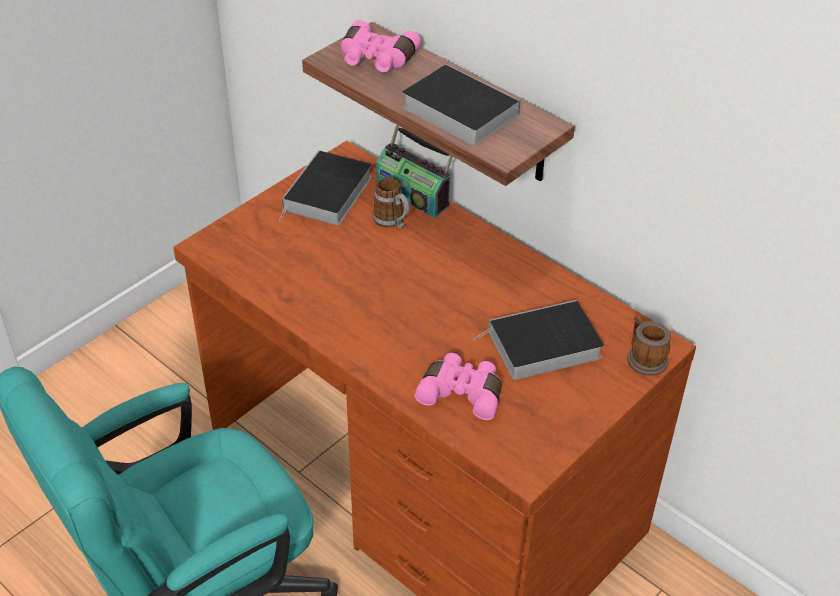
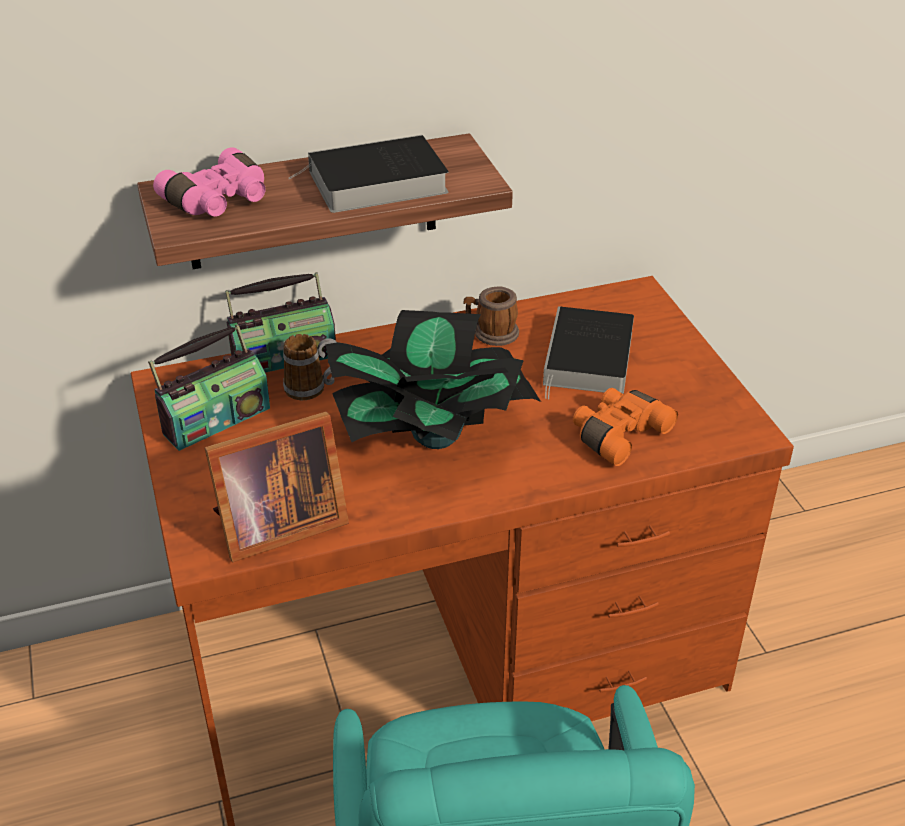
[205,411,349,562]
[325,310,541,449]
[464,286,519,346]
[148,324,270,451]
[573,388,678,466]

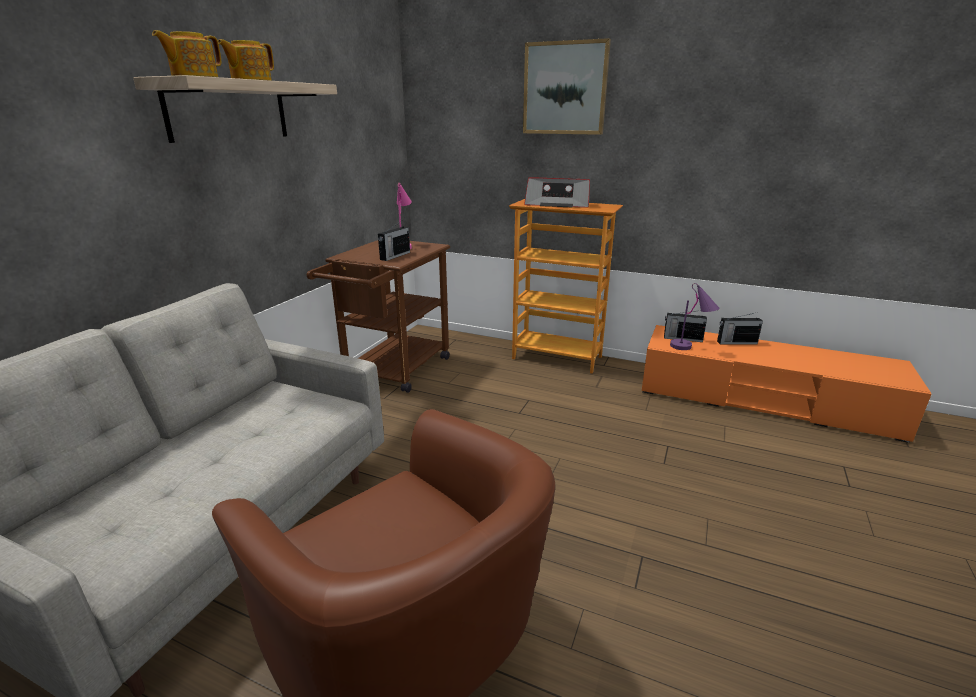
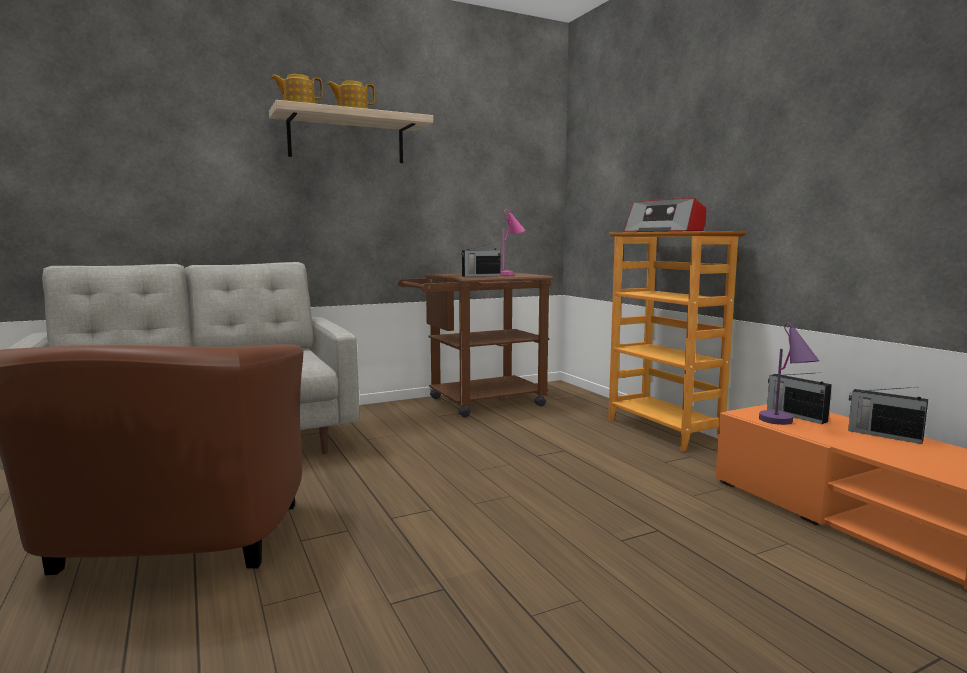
[523,38,611,135] (first image)

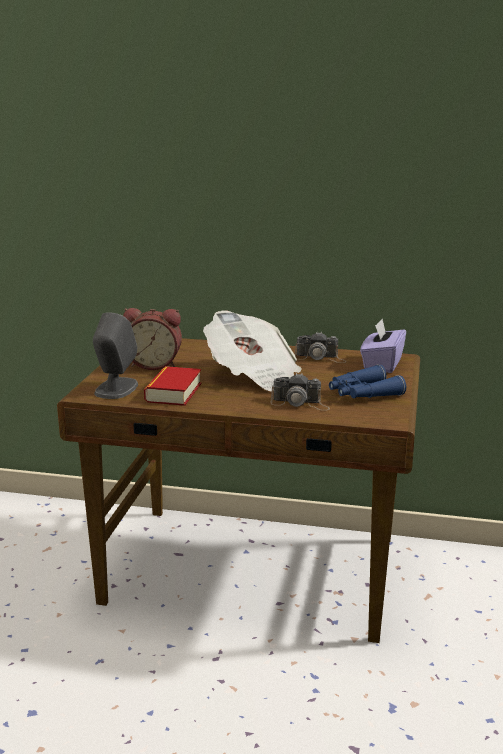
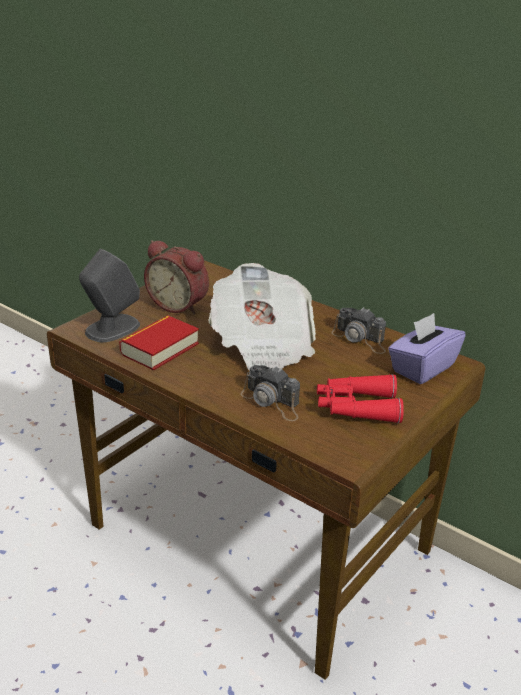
[317,374,404,423]

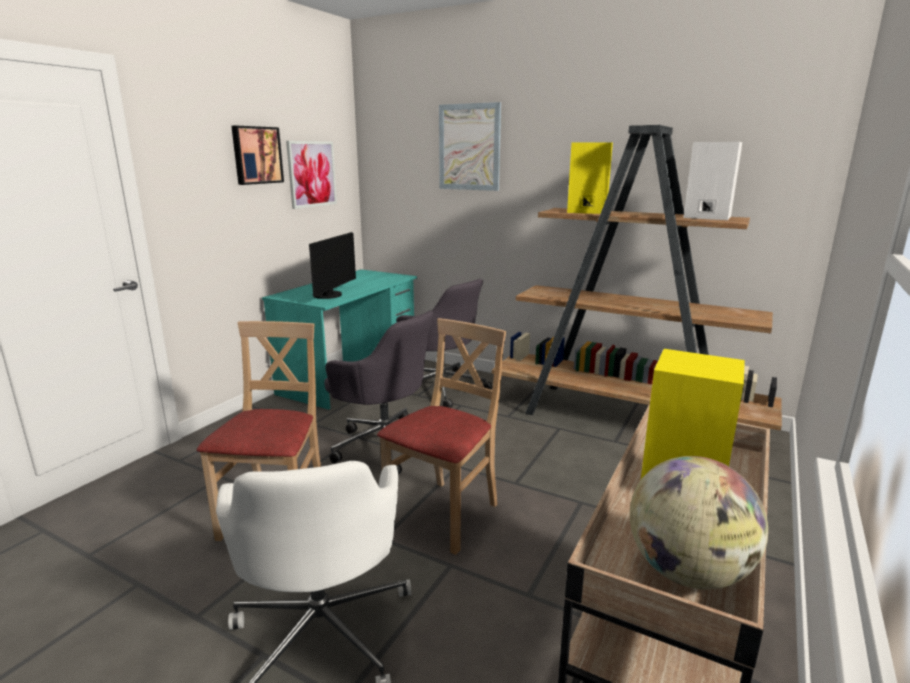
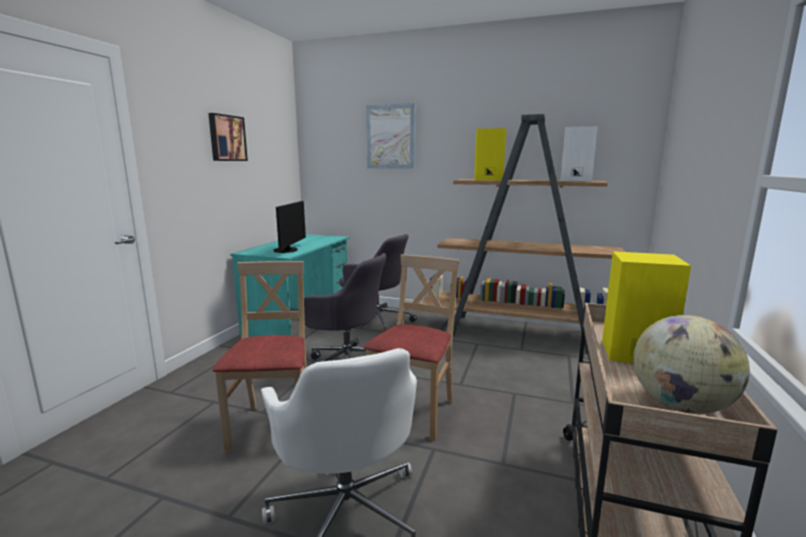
[286,141,337,209] (first image)

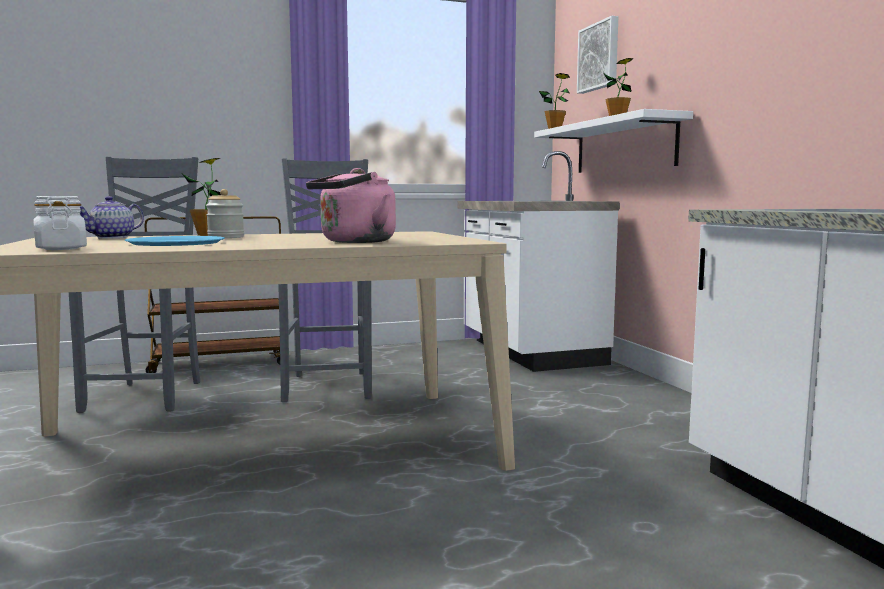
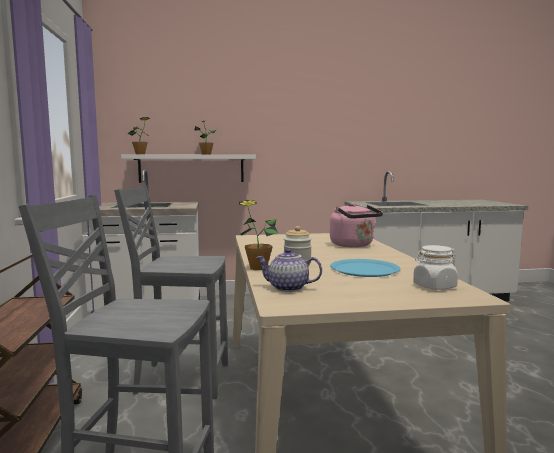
[577,16,618,94] (first image)
[256,248,322,292]

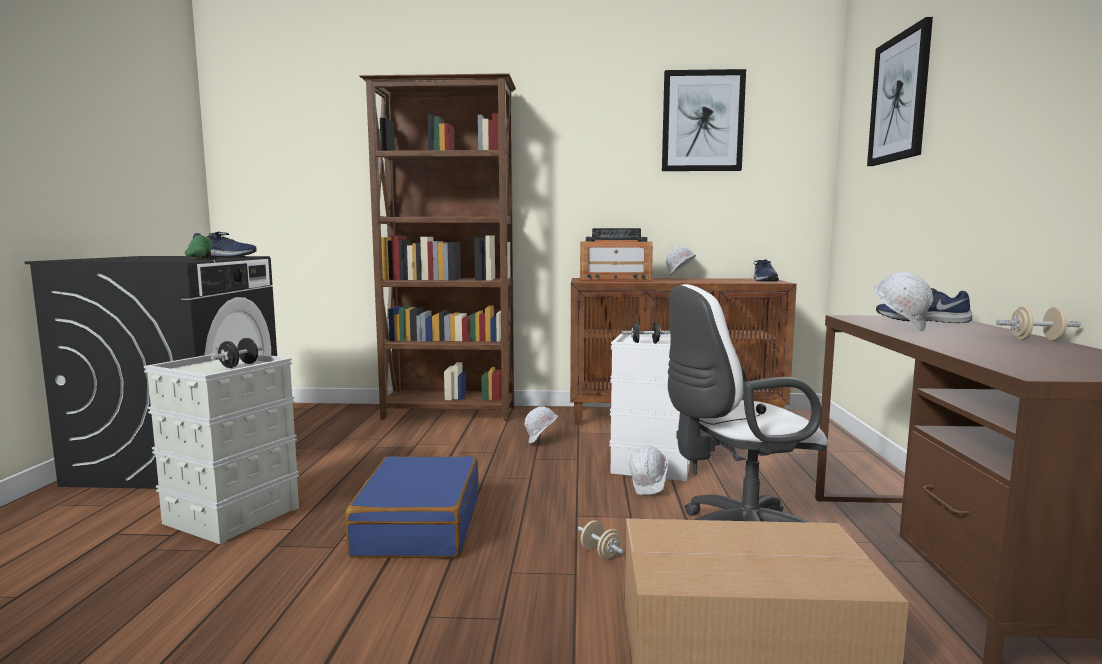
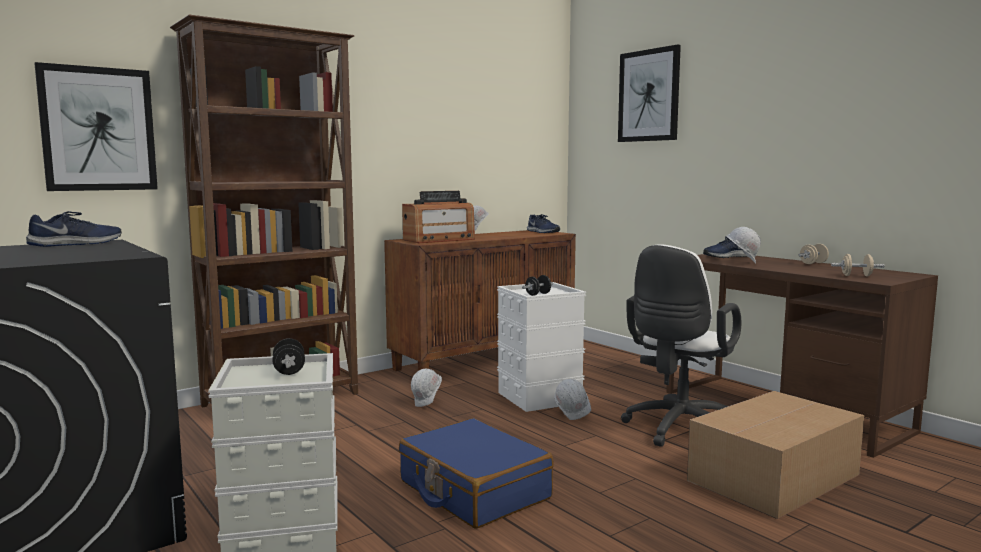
[185,235,212,259] (first image)
[831,254,885,277]
[34,62,158,191]

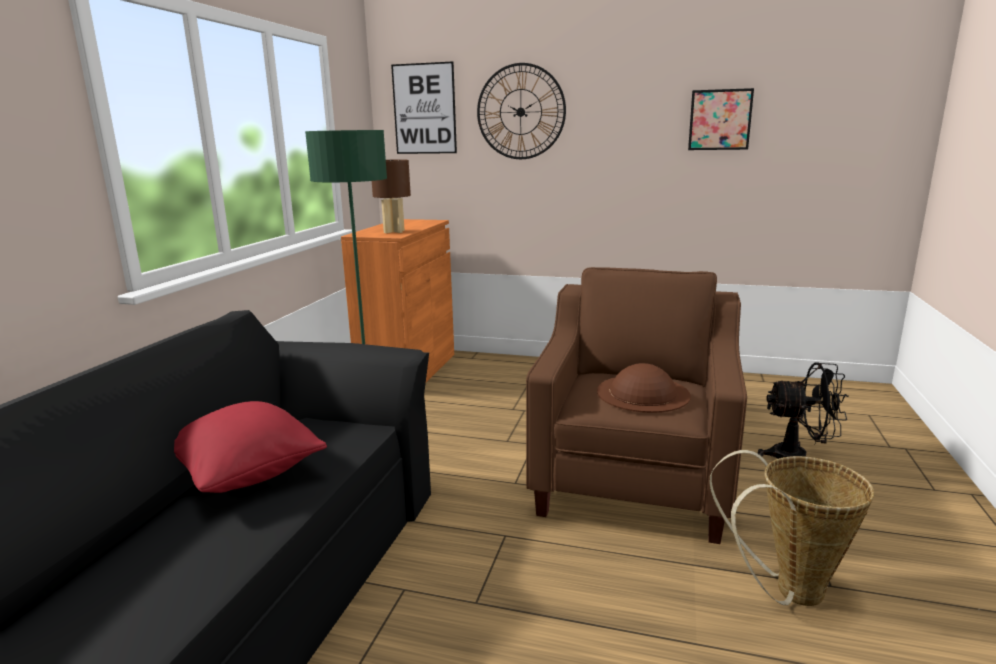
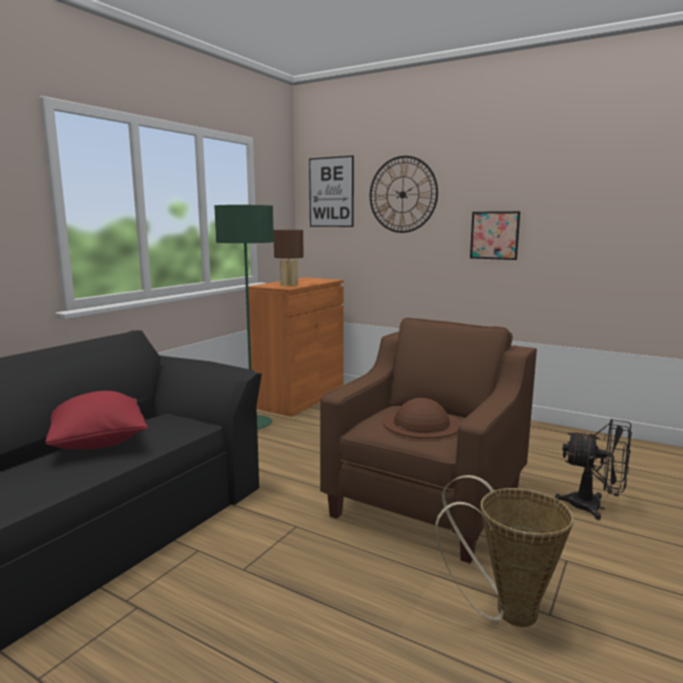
[470,211,520,260]

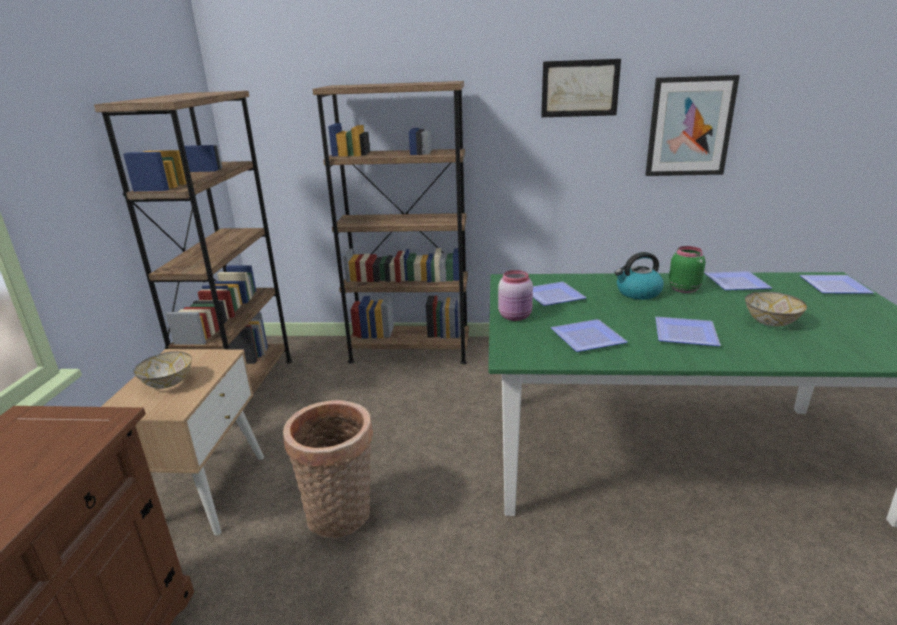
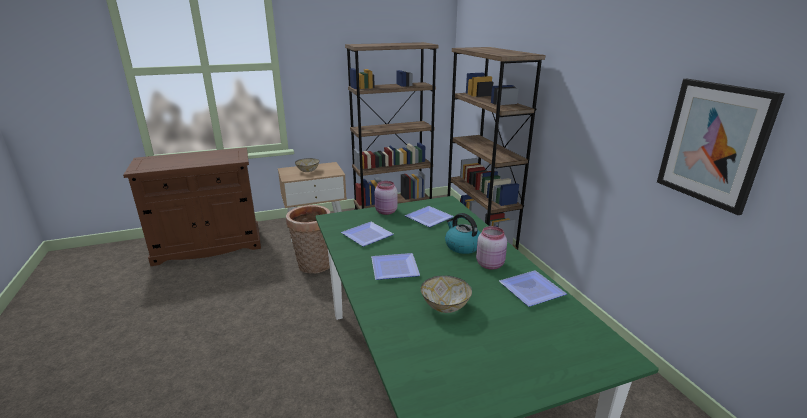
[541,59,621,117] (first image)
[800,275,875,294] (first image)
[476,226,507,270]

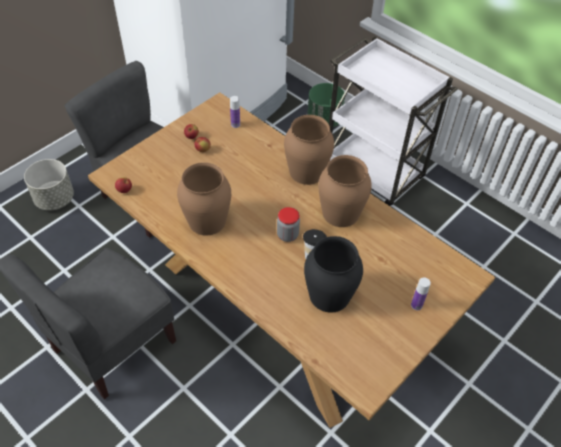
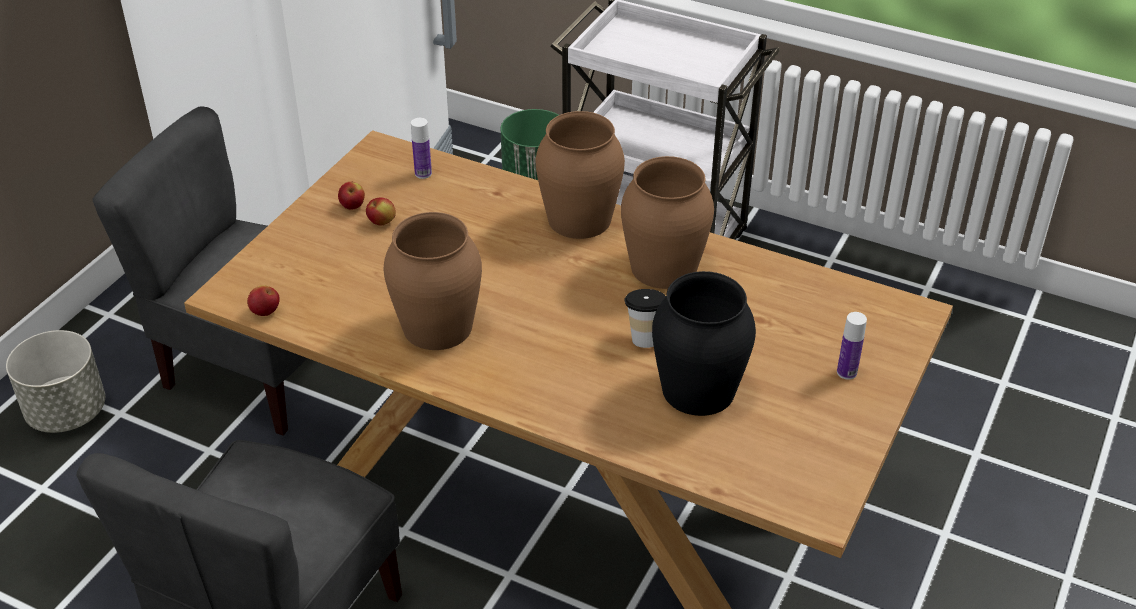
[277,207,300,242] (first image)

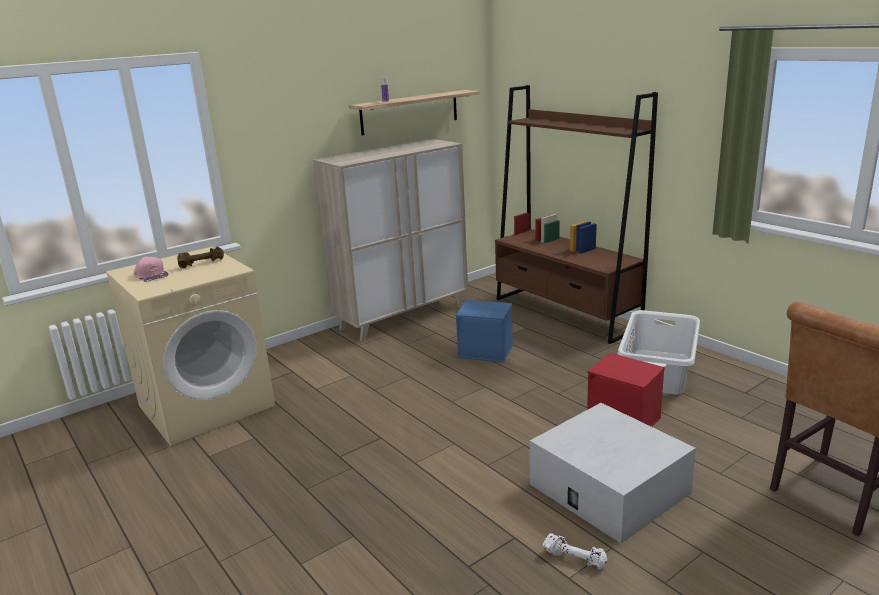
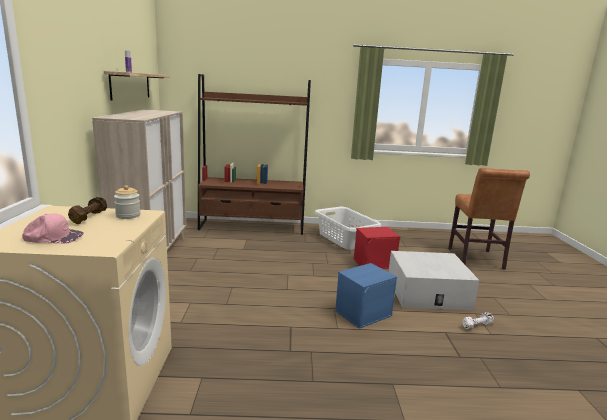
[114,185,141,219]
[335,263,397,329]

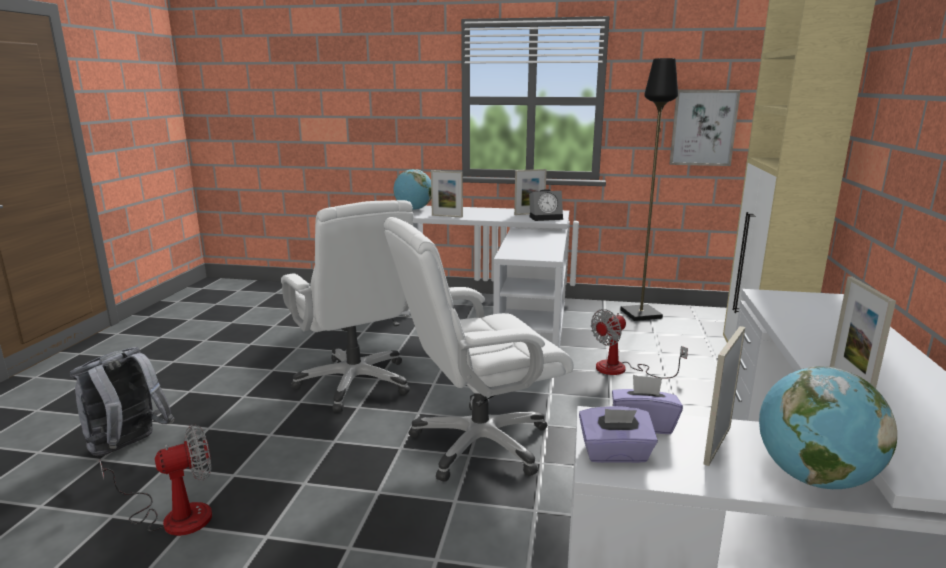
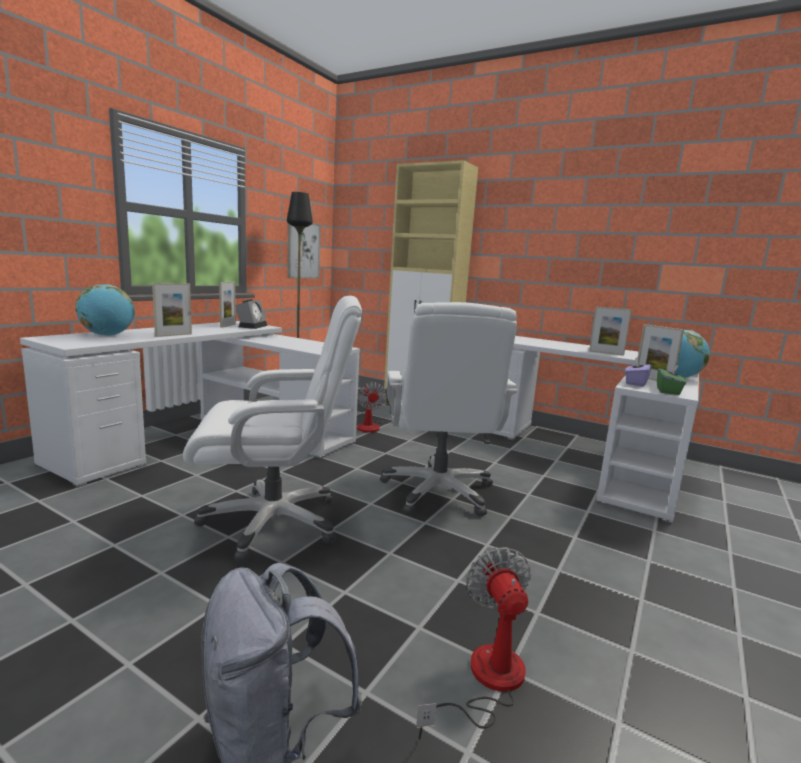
[657,365,686,395]

